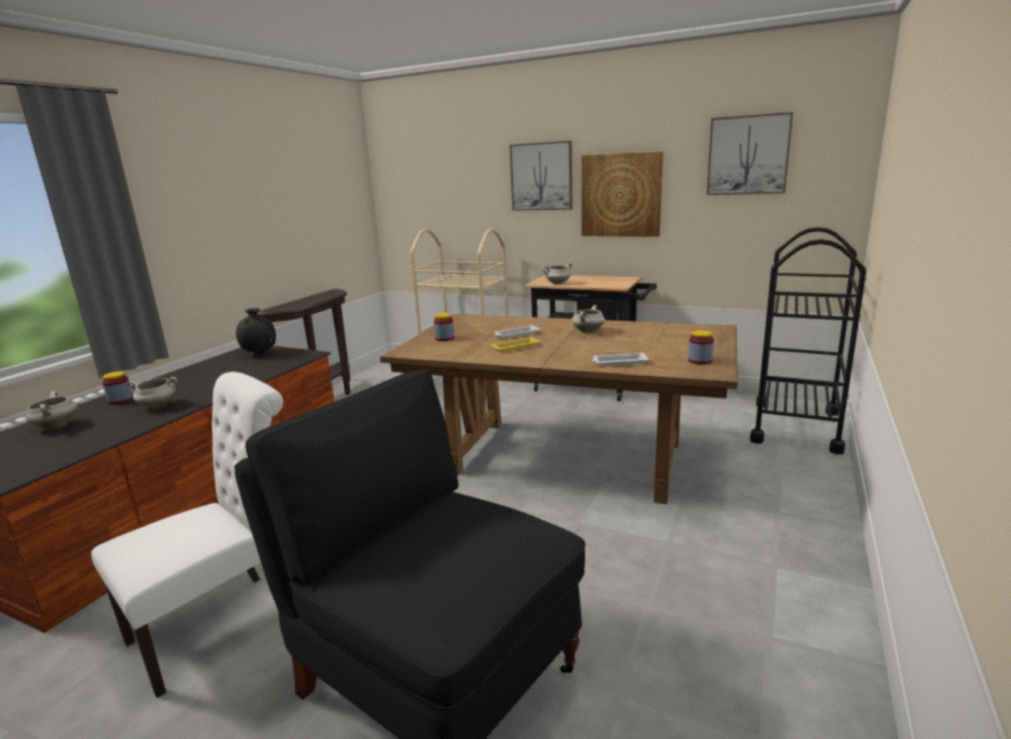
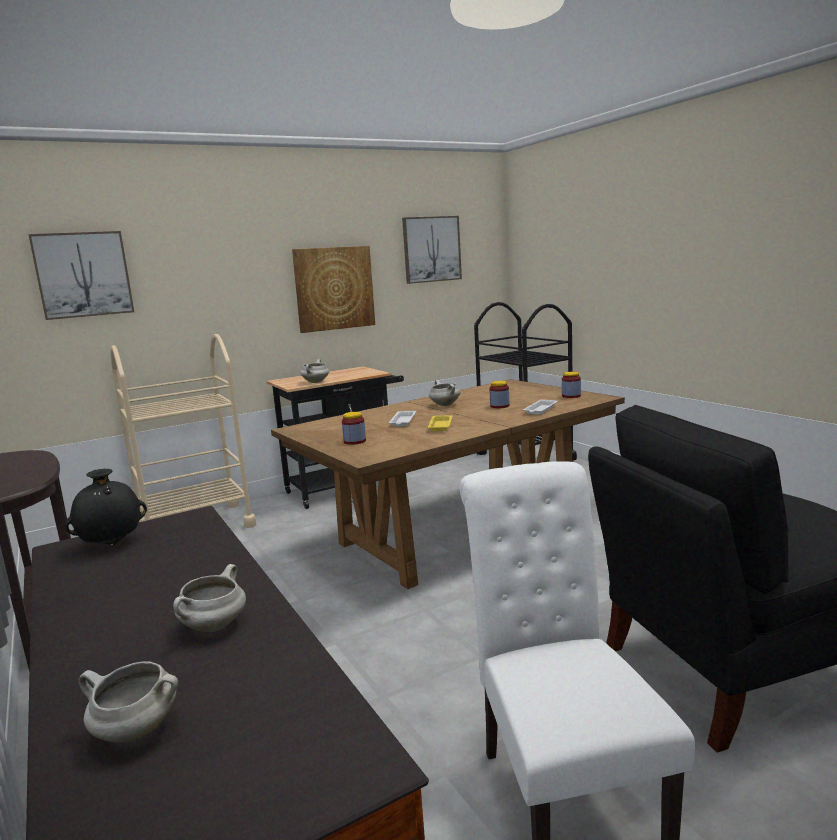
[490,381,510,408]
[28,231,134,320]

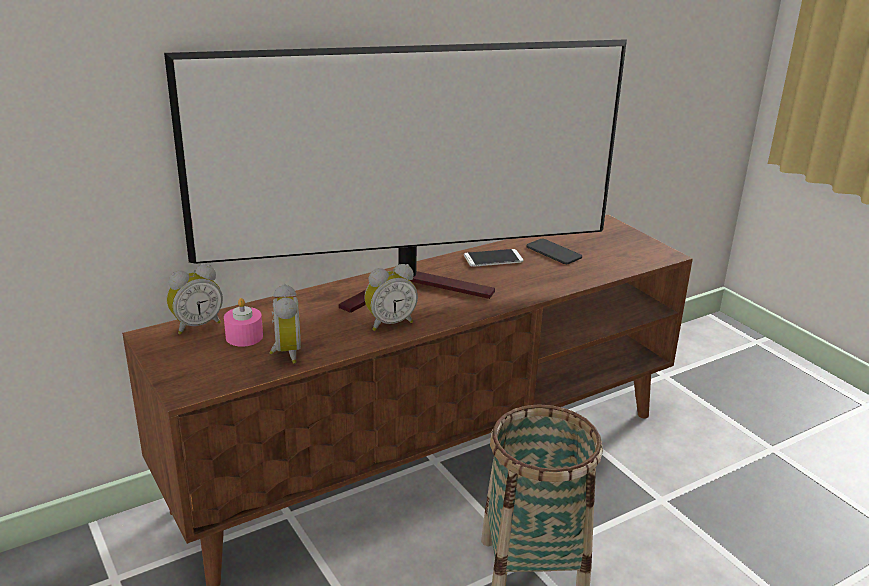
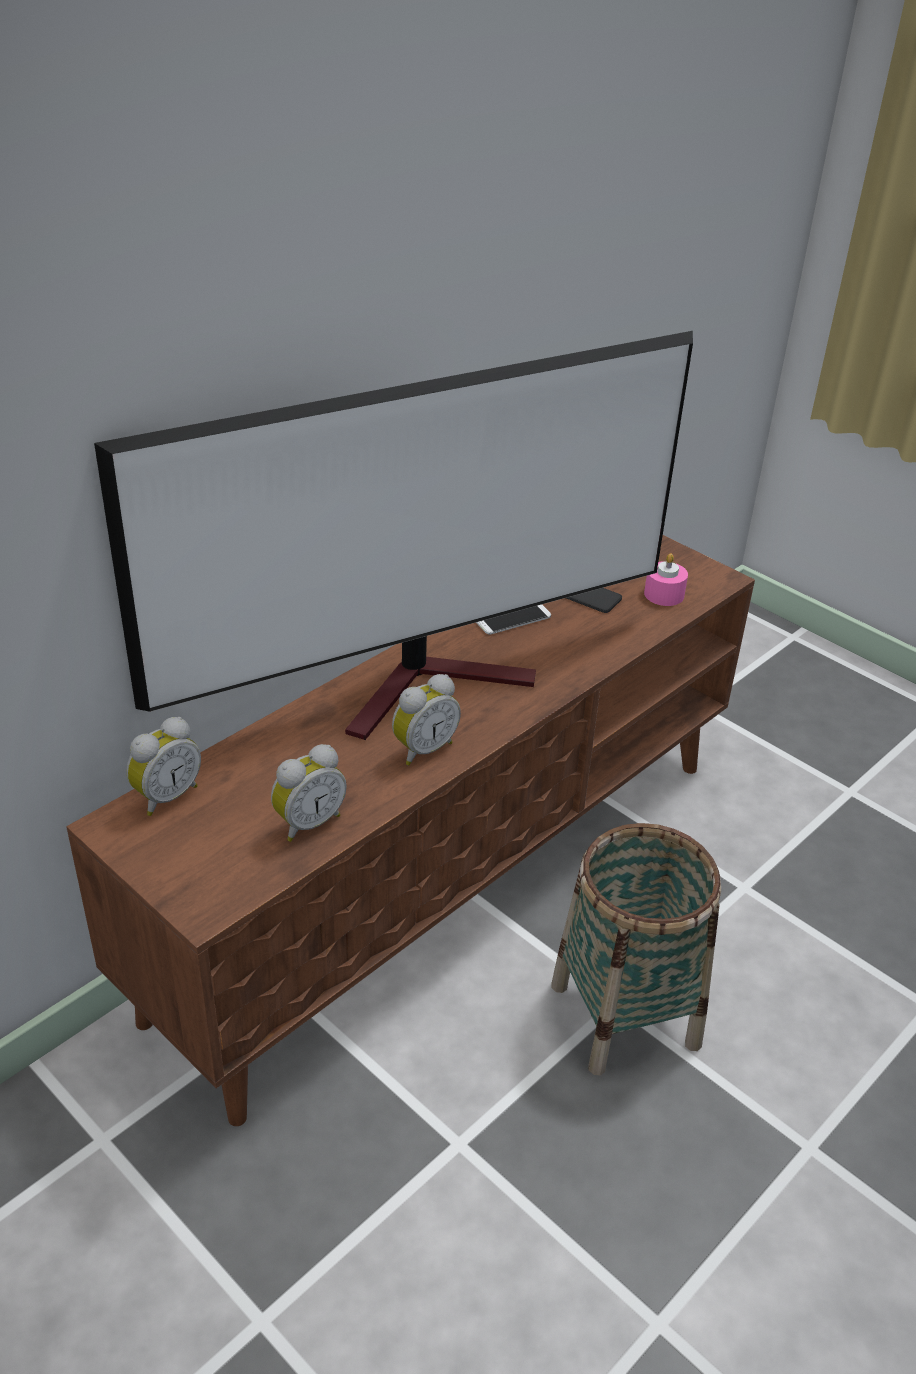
[644,553,688,606]
[271,744,346,842]

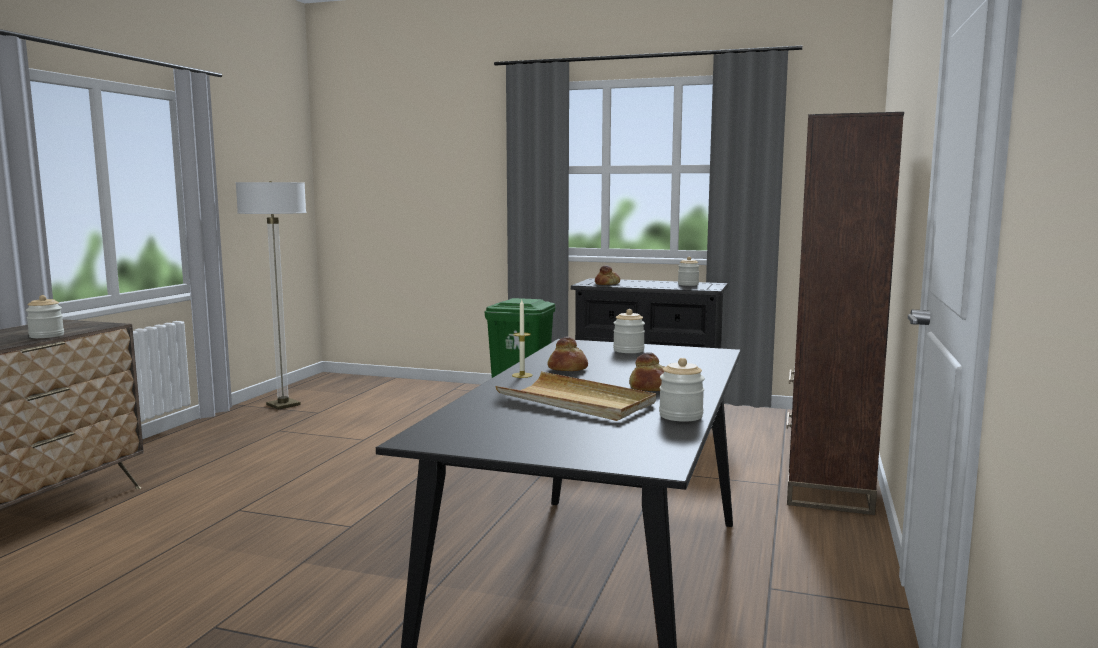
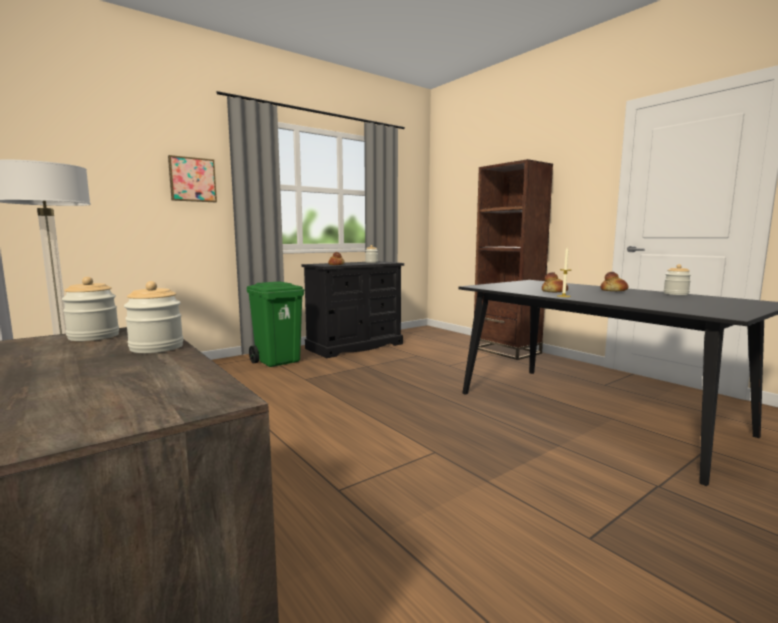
[495,371,656,421] (first image)
[168,155,217,202]
[62,277,119,341]

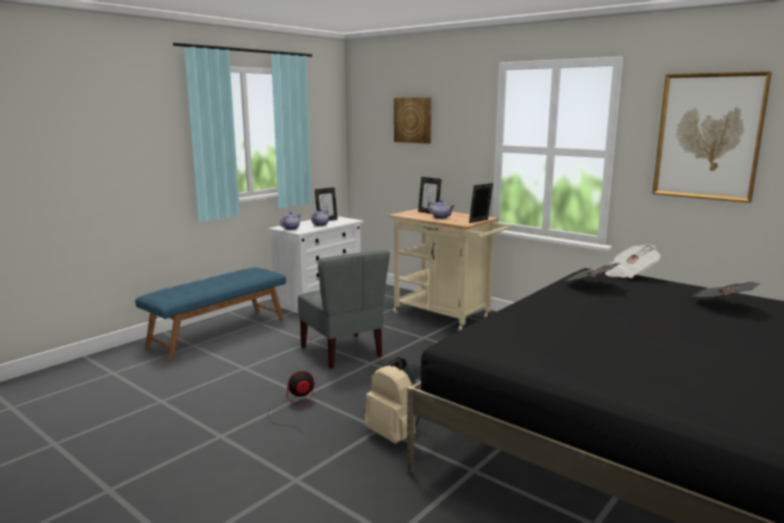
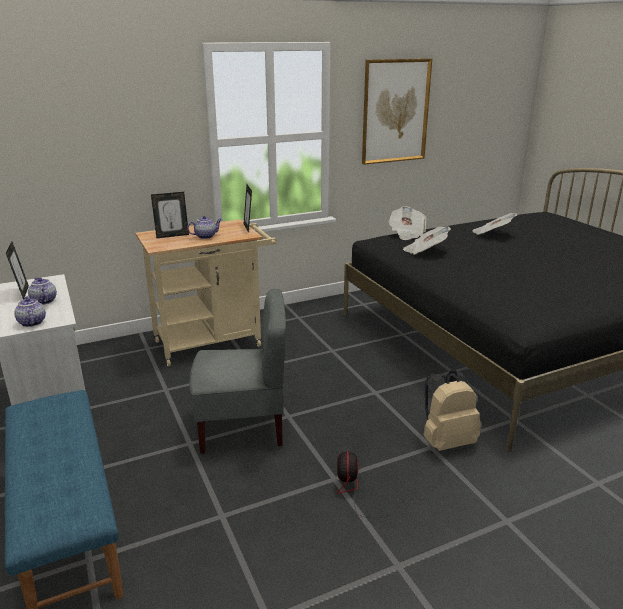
[394,97,431,144] (first image)

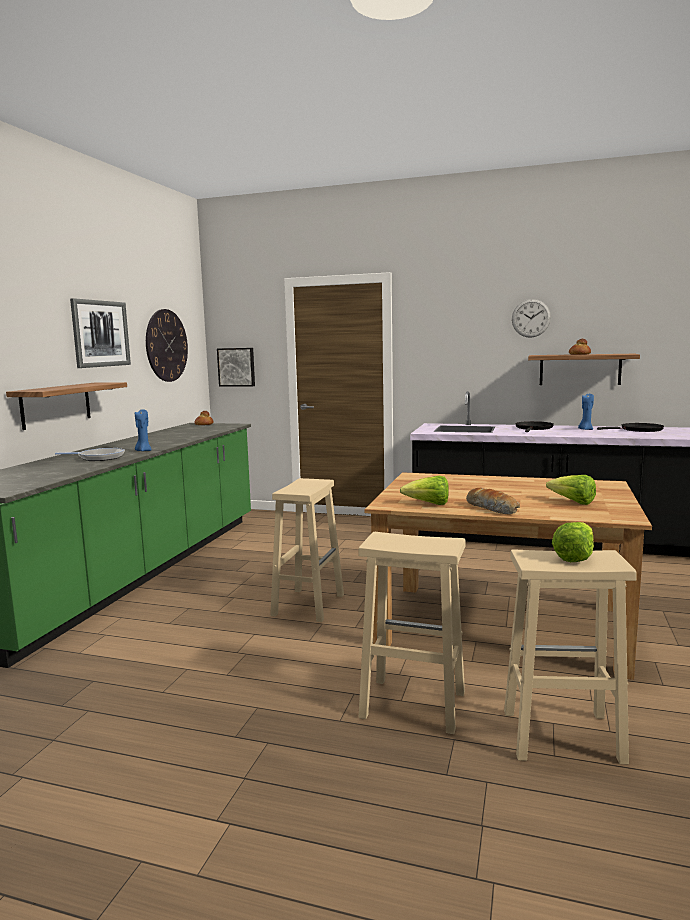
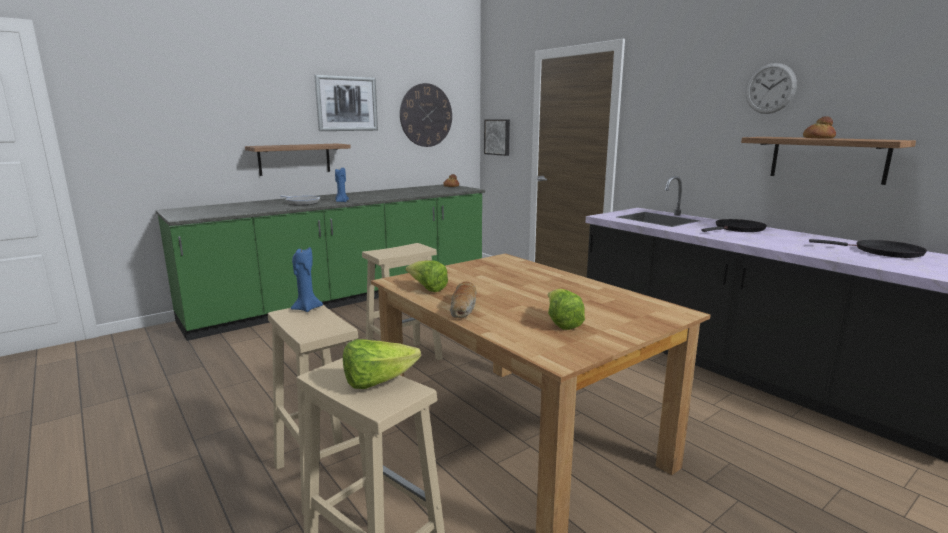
[291,247,323,312]

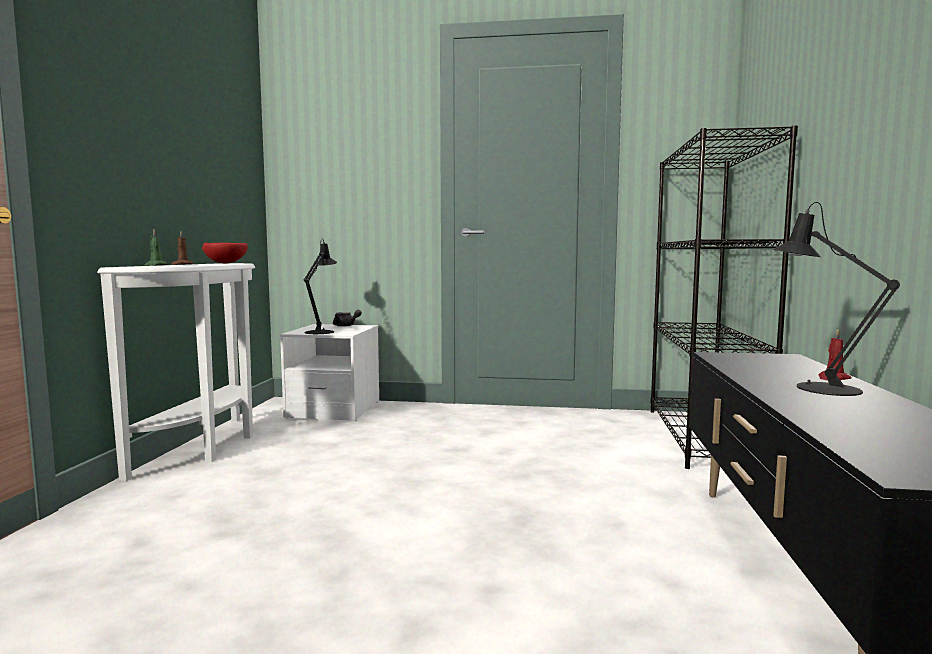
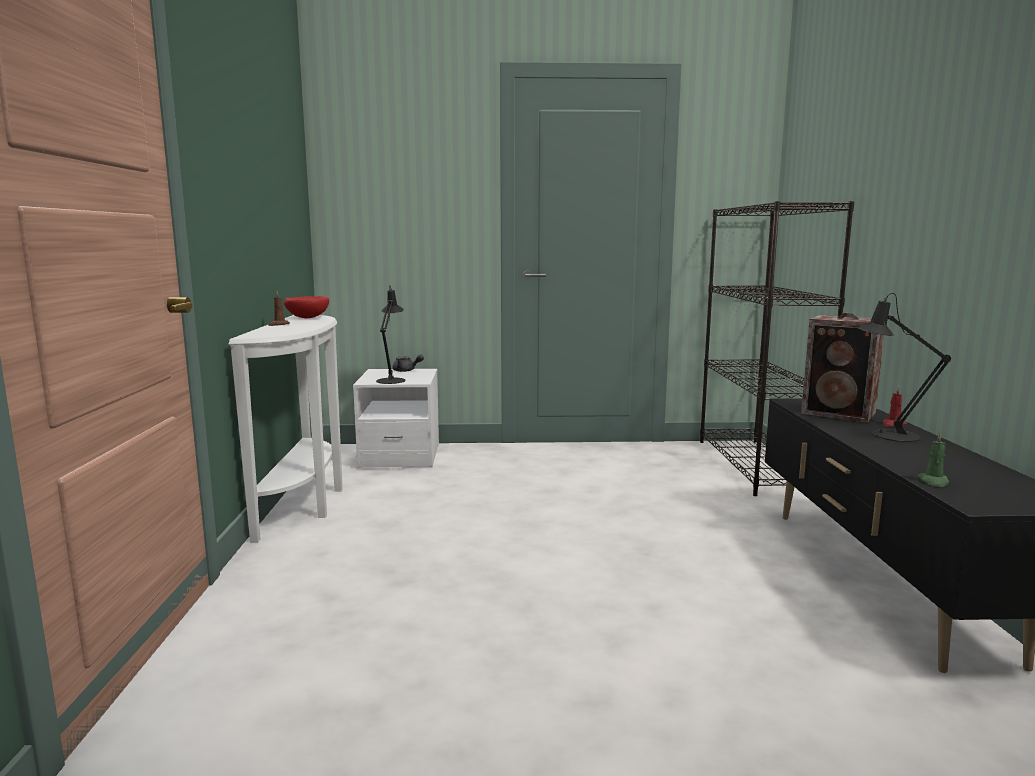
[801,313,884,423]
[918,432,949,487]

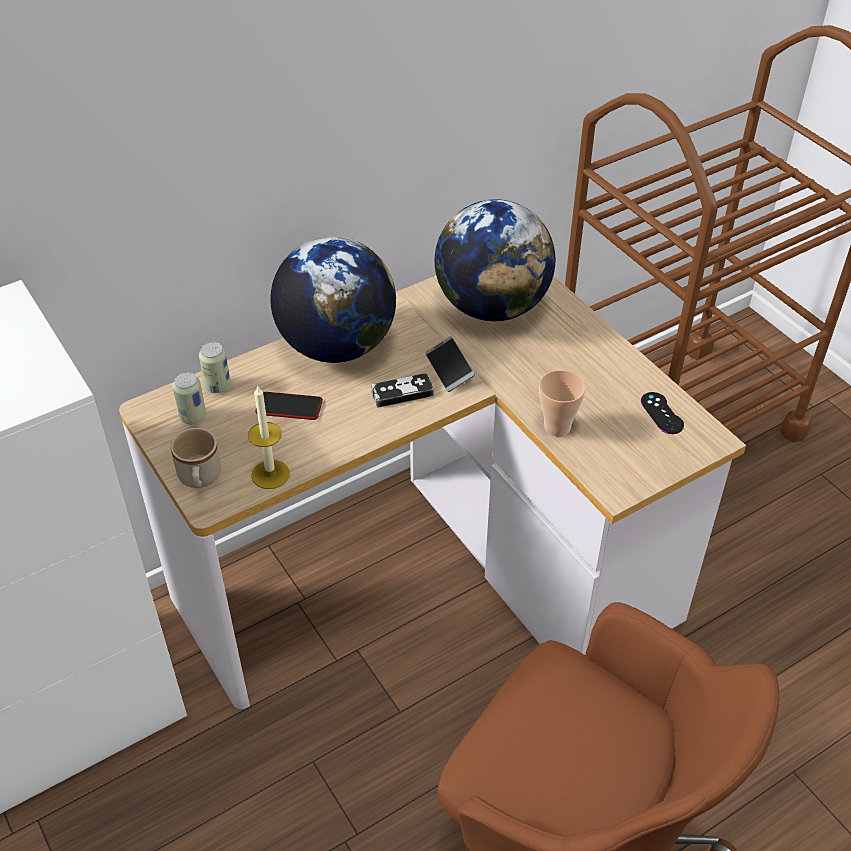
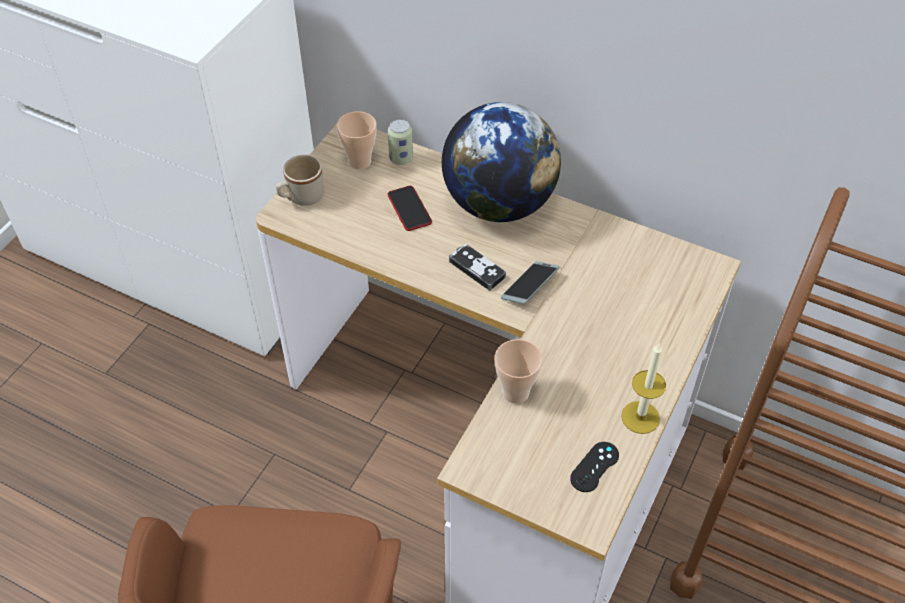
[435,199,555,321] (first image)
[621,343,666,434]
[337,111,377,169]

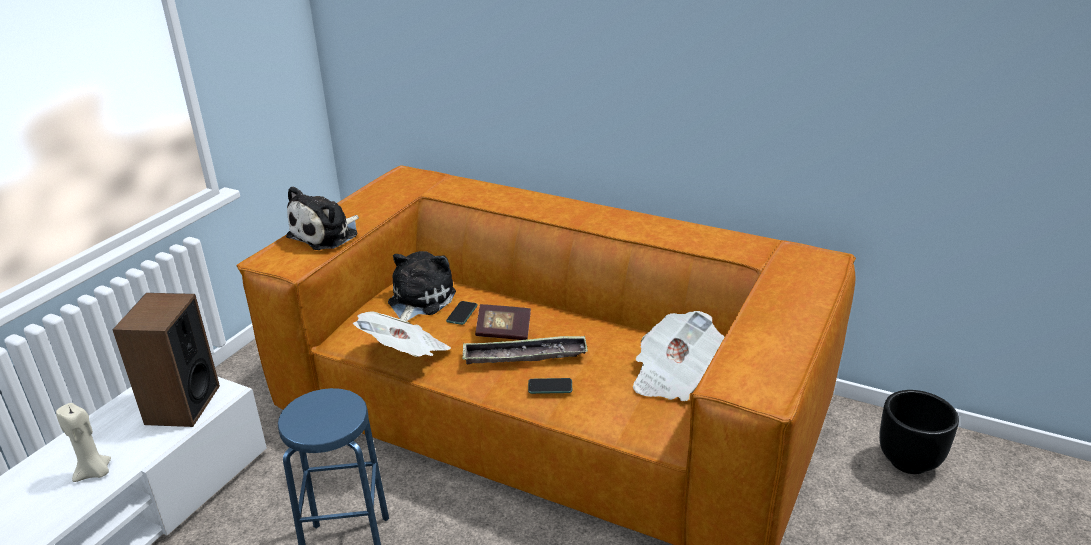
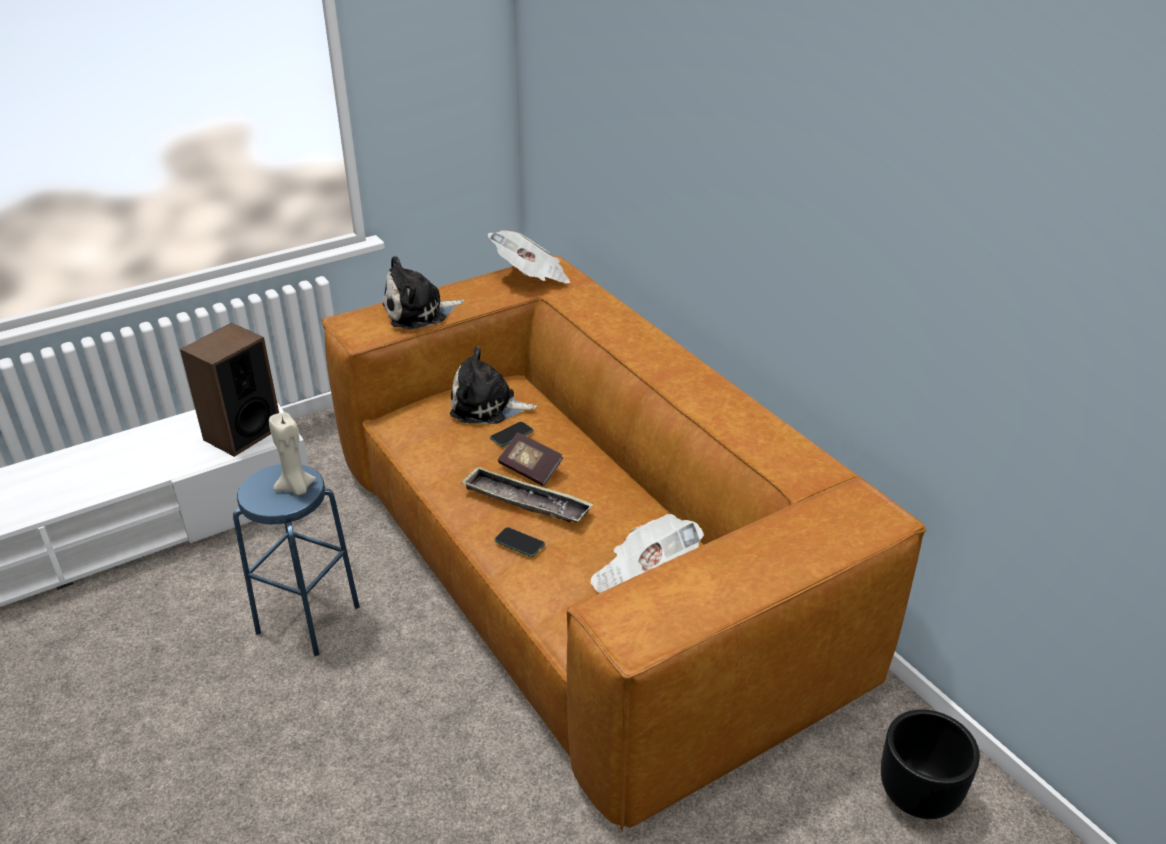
[269,412,316,495]
[488,231,571,283]
[450,346,537,424]

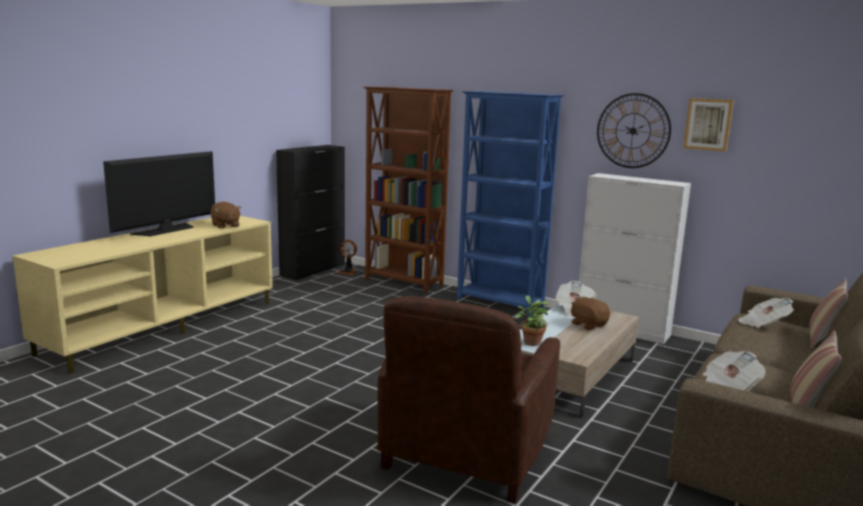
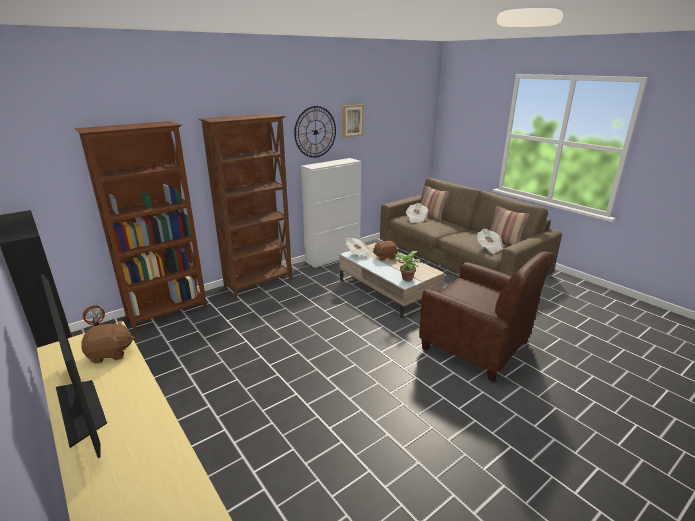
[199,113,292,297]

